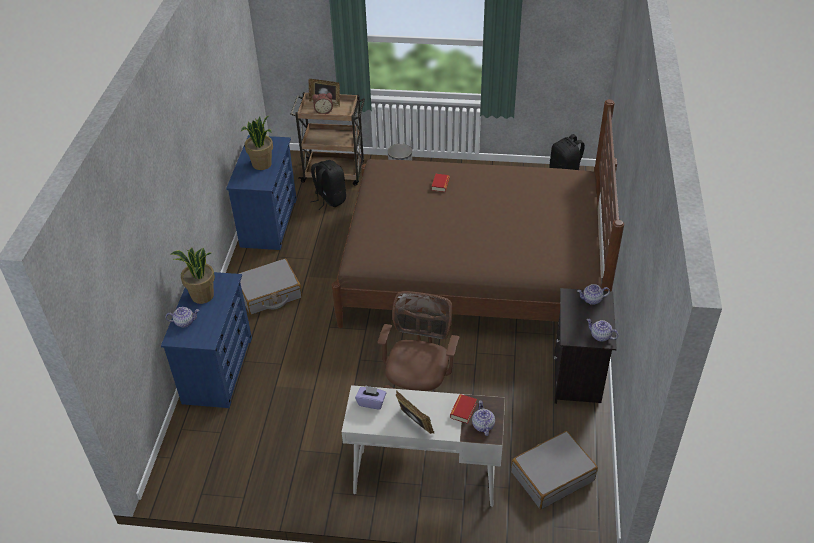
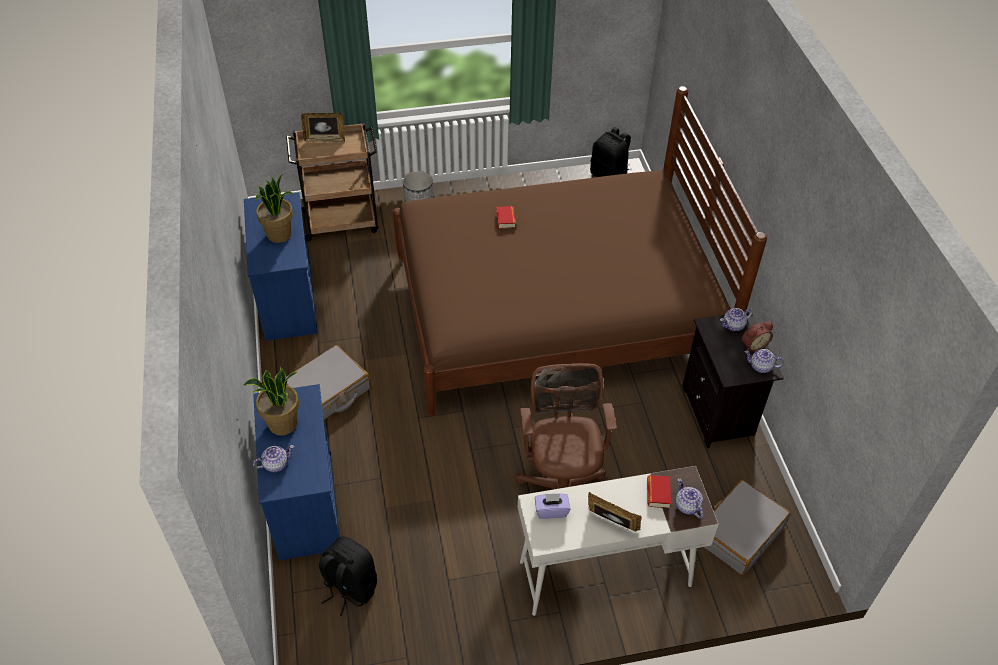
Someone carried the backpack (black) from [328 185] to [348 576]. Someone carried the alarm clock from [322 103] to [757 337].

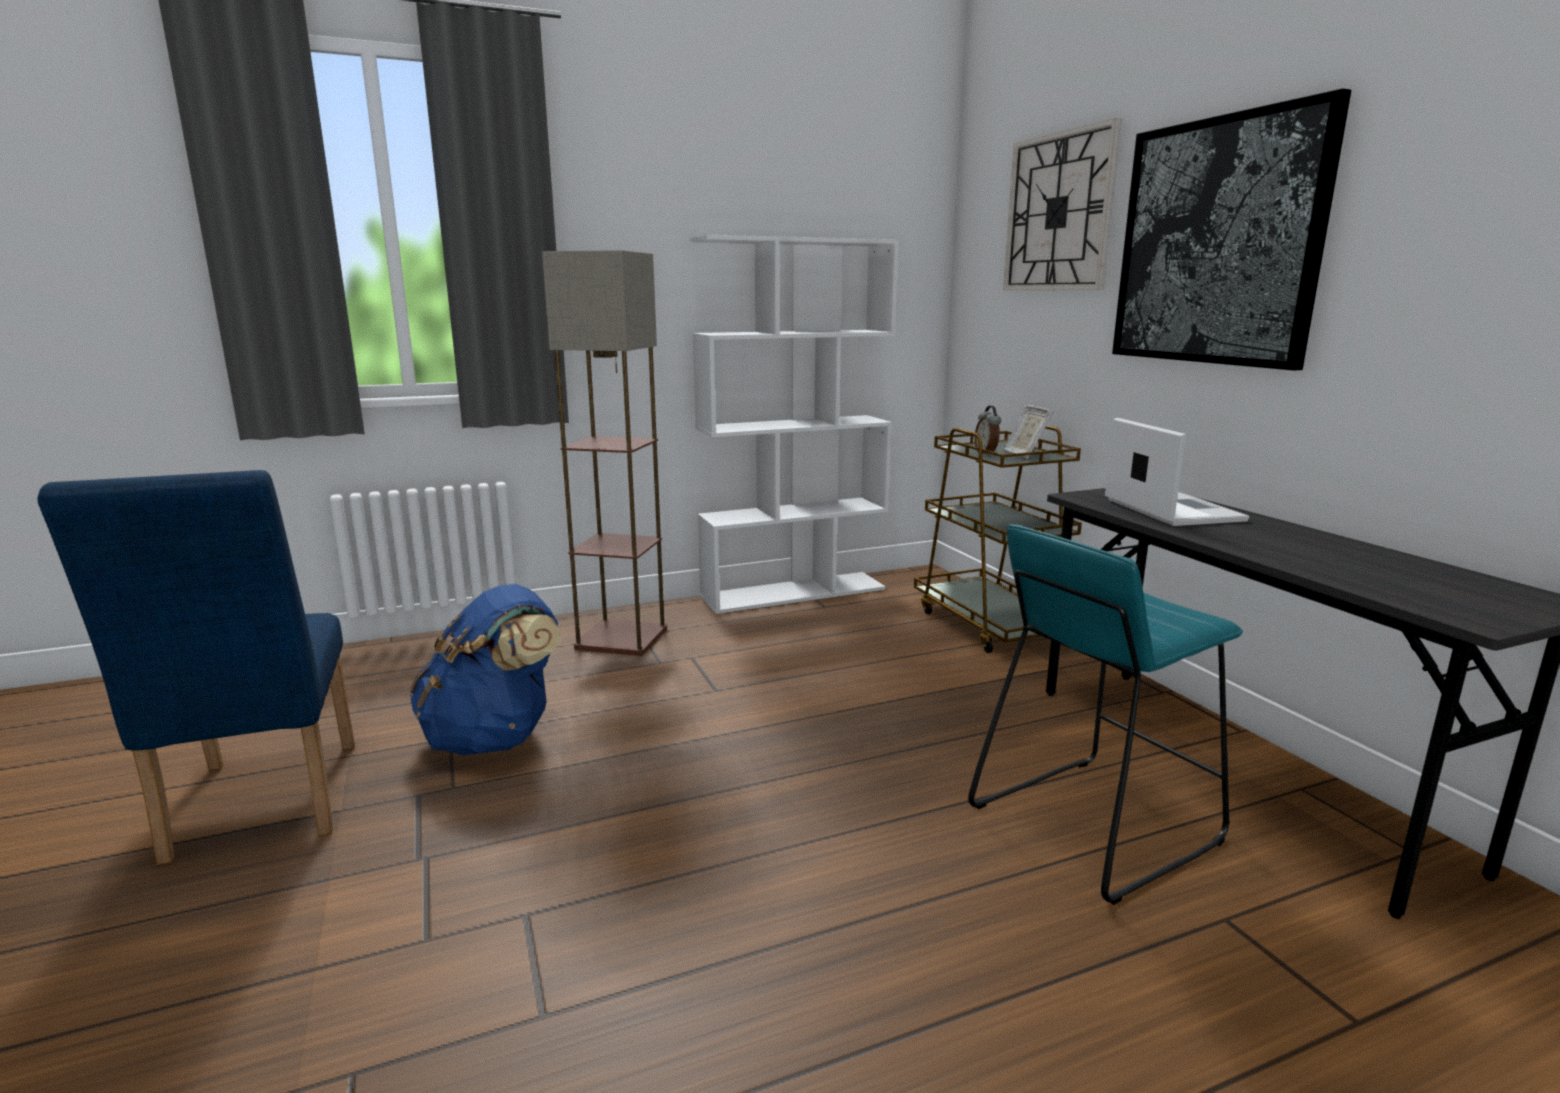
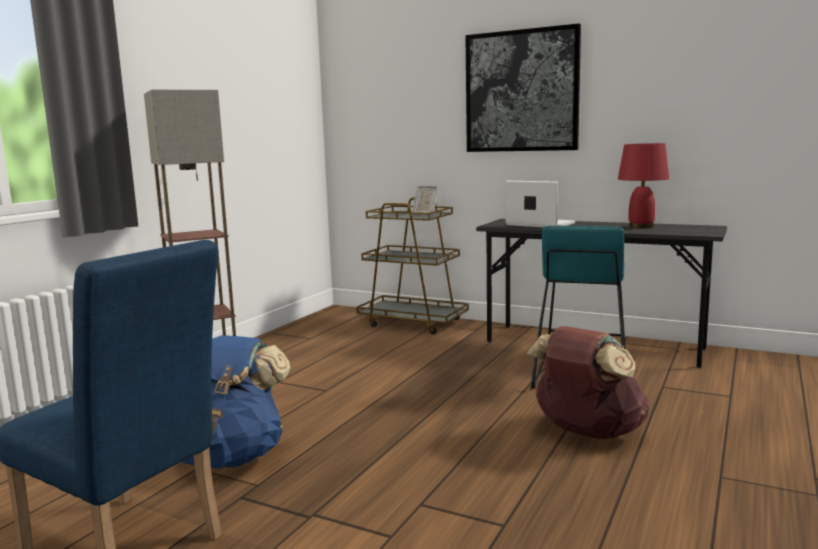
Someone put down the backpack (brown) at [587 382]. Someone put down the table lamp (red) at [643 185]. Someone took away the bookcase (white) at [794 424]. Someone took away the alarm clock at [987 431]. Someone took away the wall clock at [1062 204].

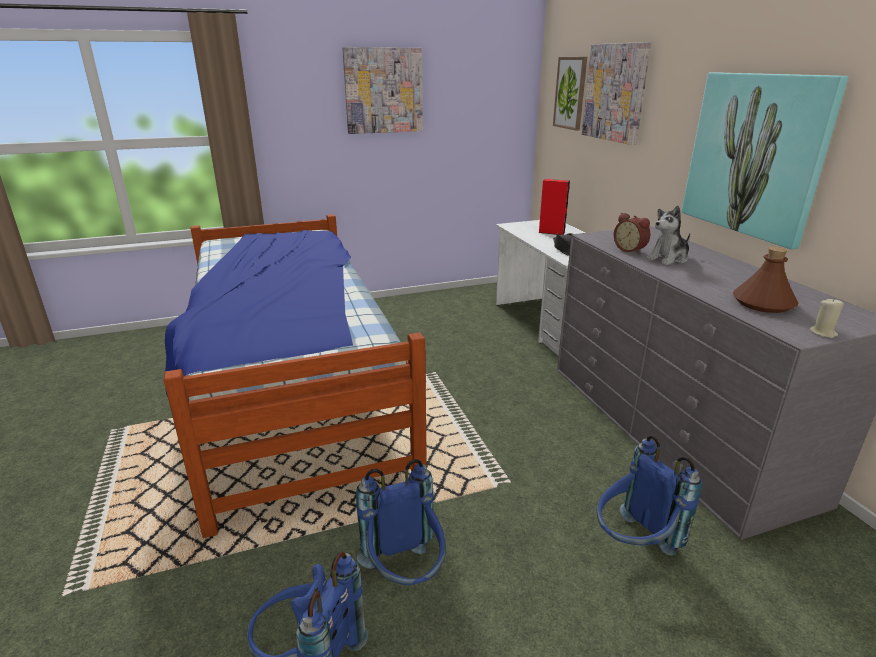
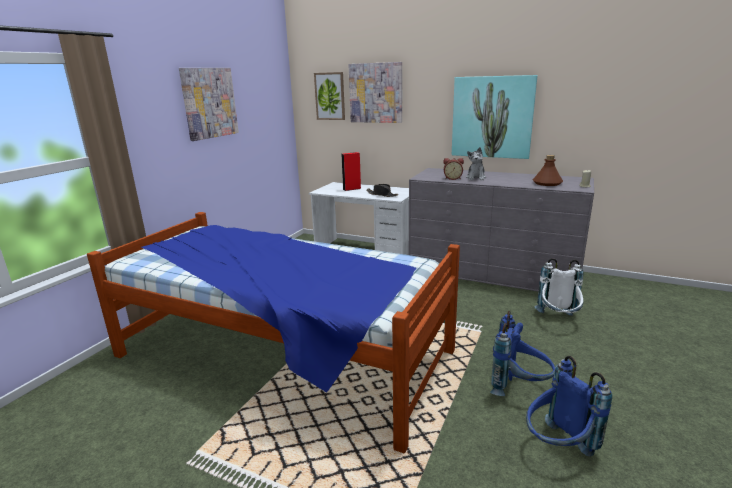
Someone repainted the backpack (blue) at [649 495], which became the backpack (white) at [559 287].

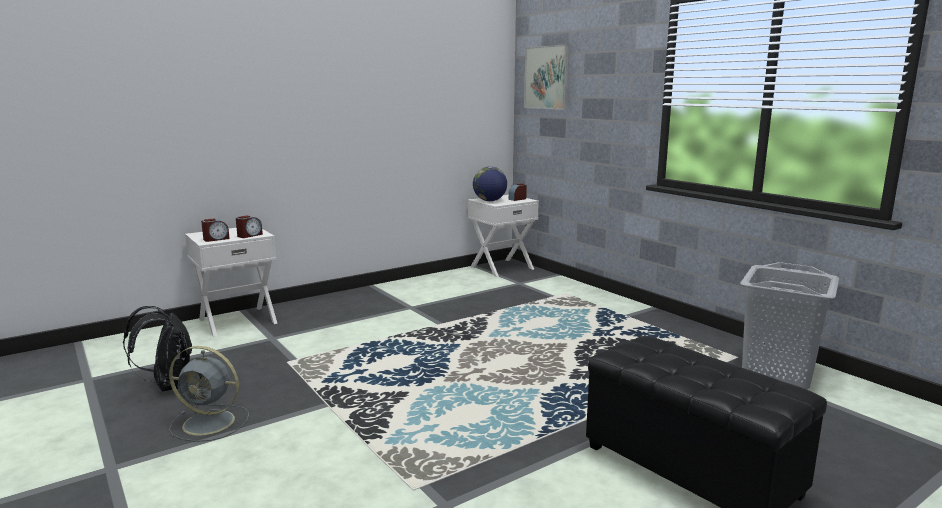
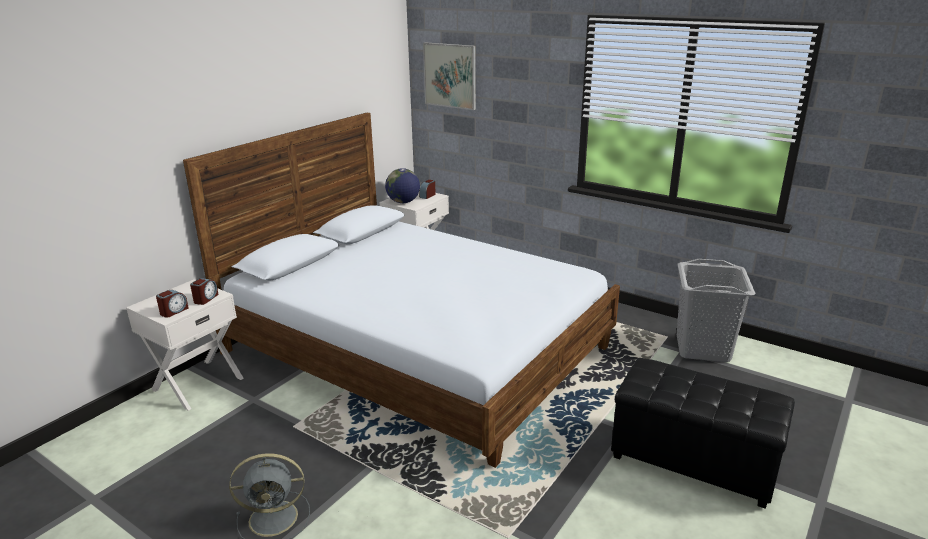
Someone put down the bed at [401 290]. Someone took away the backpack (black) at [157 348].

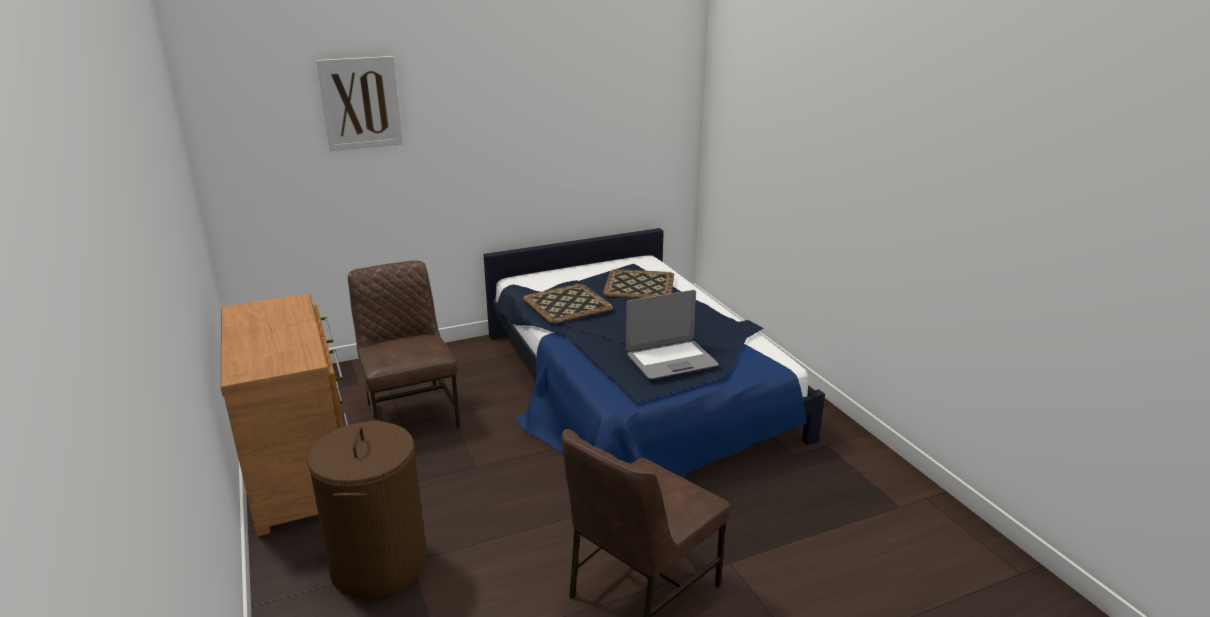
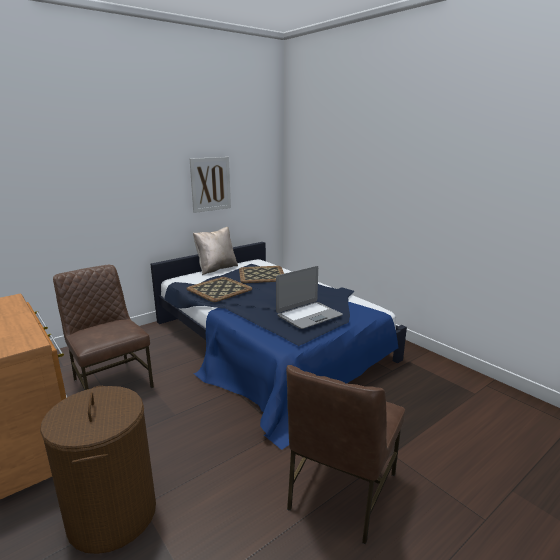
Someone carried the picture from [359 103] to [210 185]. Someone put down the pillow (beige) at [215 251].

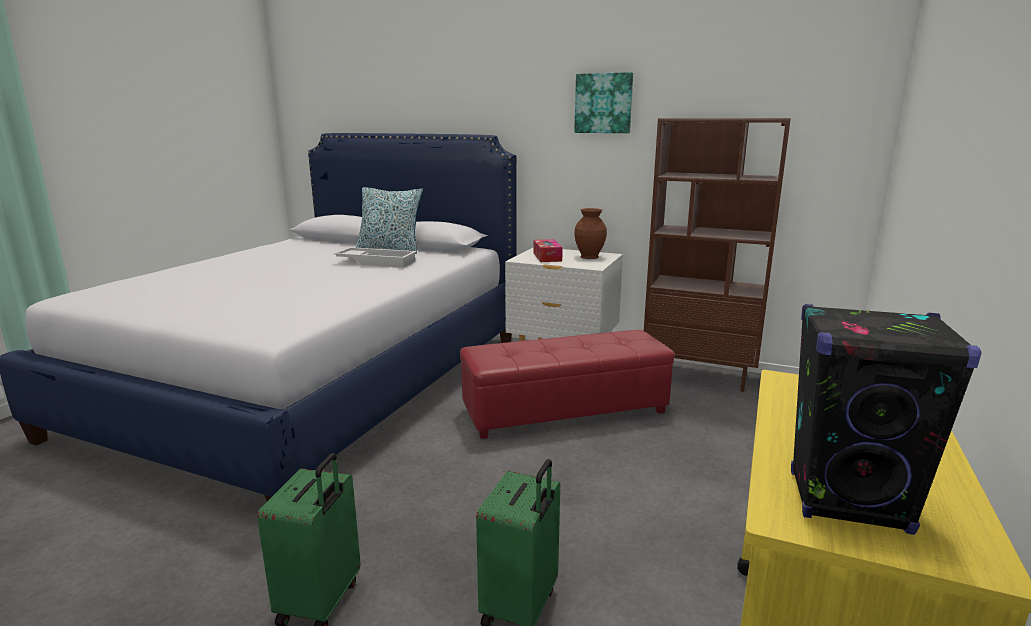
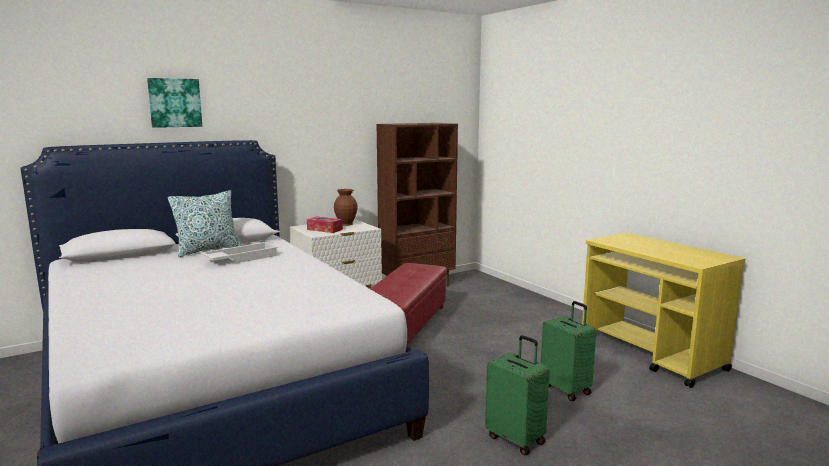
Someone carried the picture from [603 102] to [174 103]. Someone took away the speaker (black) at [886 419].

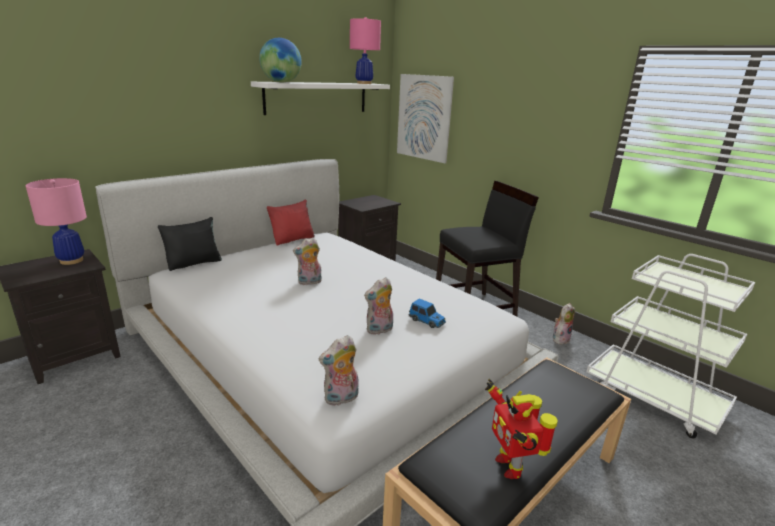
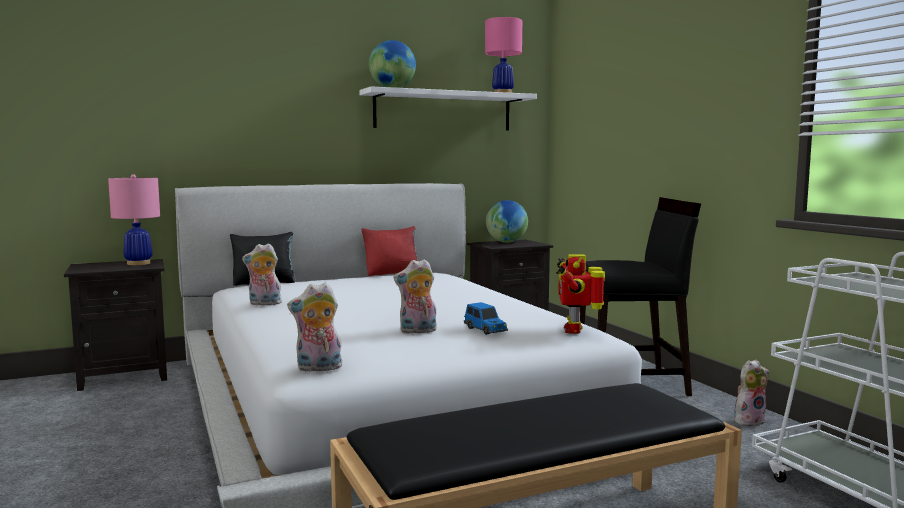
Someone carried the plush toy from [307 261] to [262 274]. Someone put down the globe at [507 221]. Someone carried the toy robot from [521 429] to [580 294]. Someone took away the picture at [425 118].

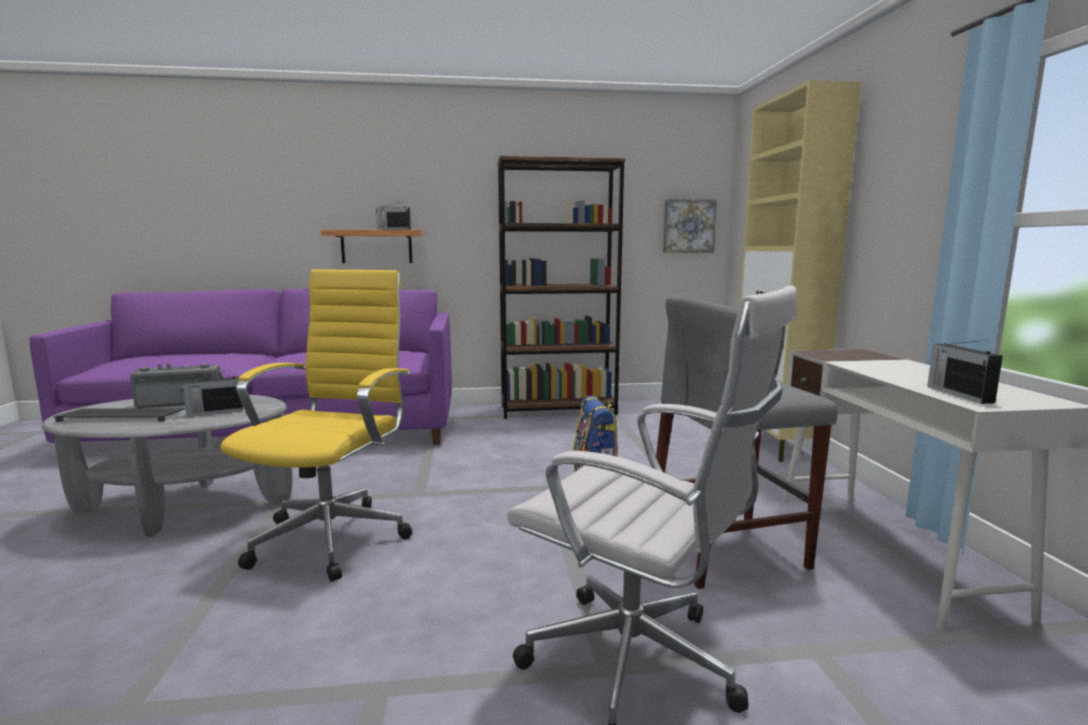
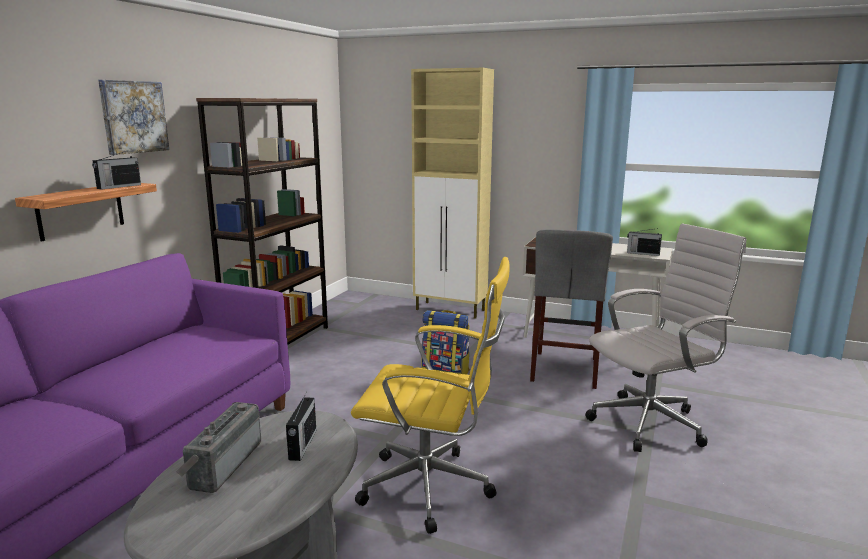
Someone carried the picture from [690 226] to [133 117]. Someone rotated the office chair (yellow) at [316 426] by 150 degrees clockwise. Someone took away the keyboard at [119 415].

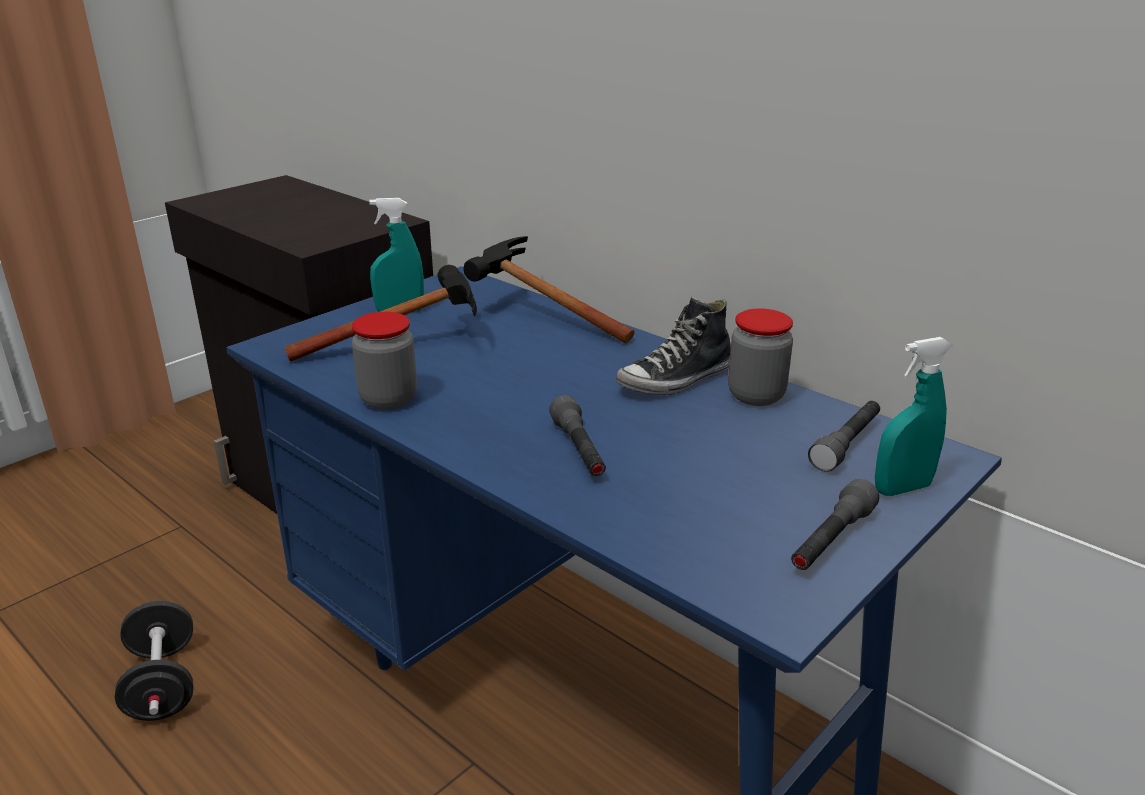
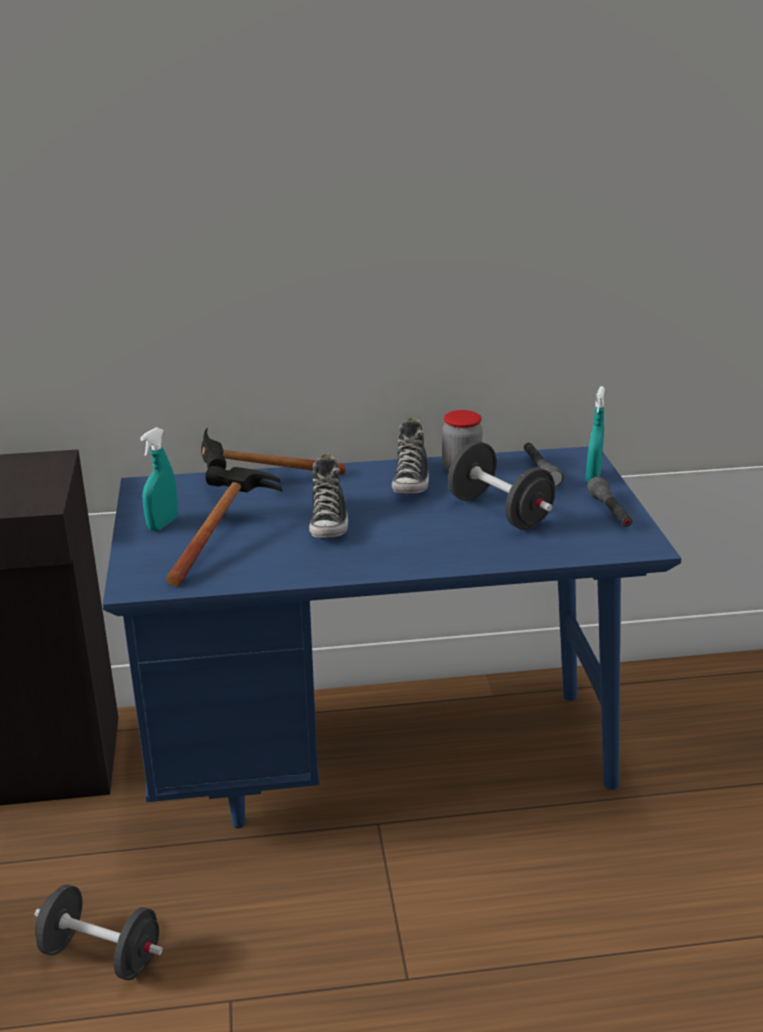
Someone put down the shoe at [328 496]. Someone put down the dumbbell (black) at [501 485]. Someone took away the jar at [384 361]. Someone took away the flashlight (grey) at [577 435].

